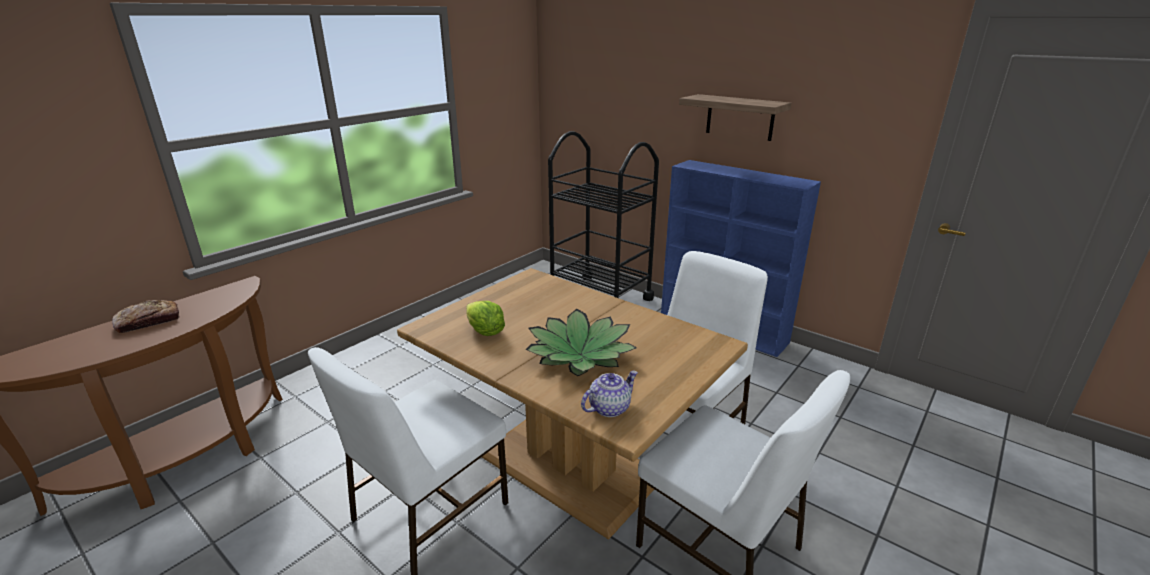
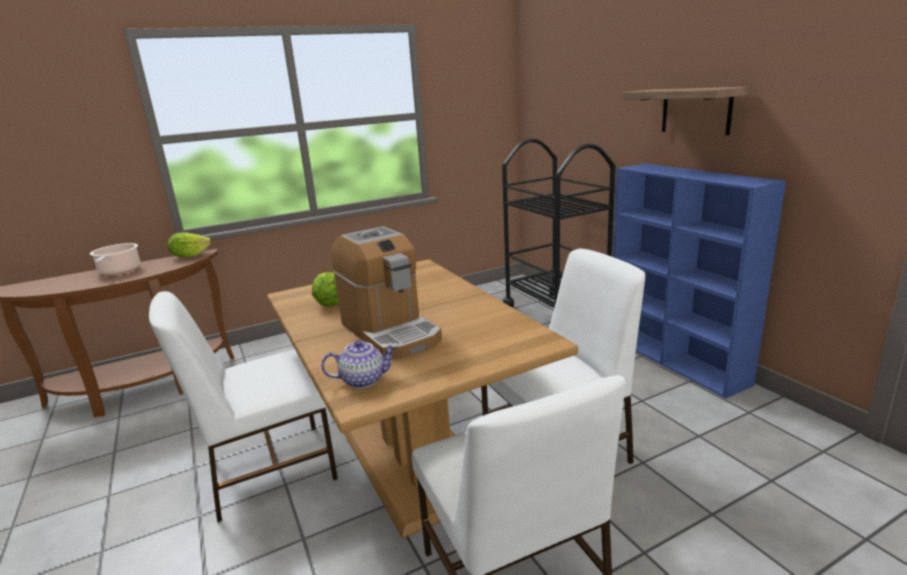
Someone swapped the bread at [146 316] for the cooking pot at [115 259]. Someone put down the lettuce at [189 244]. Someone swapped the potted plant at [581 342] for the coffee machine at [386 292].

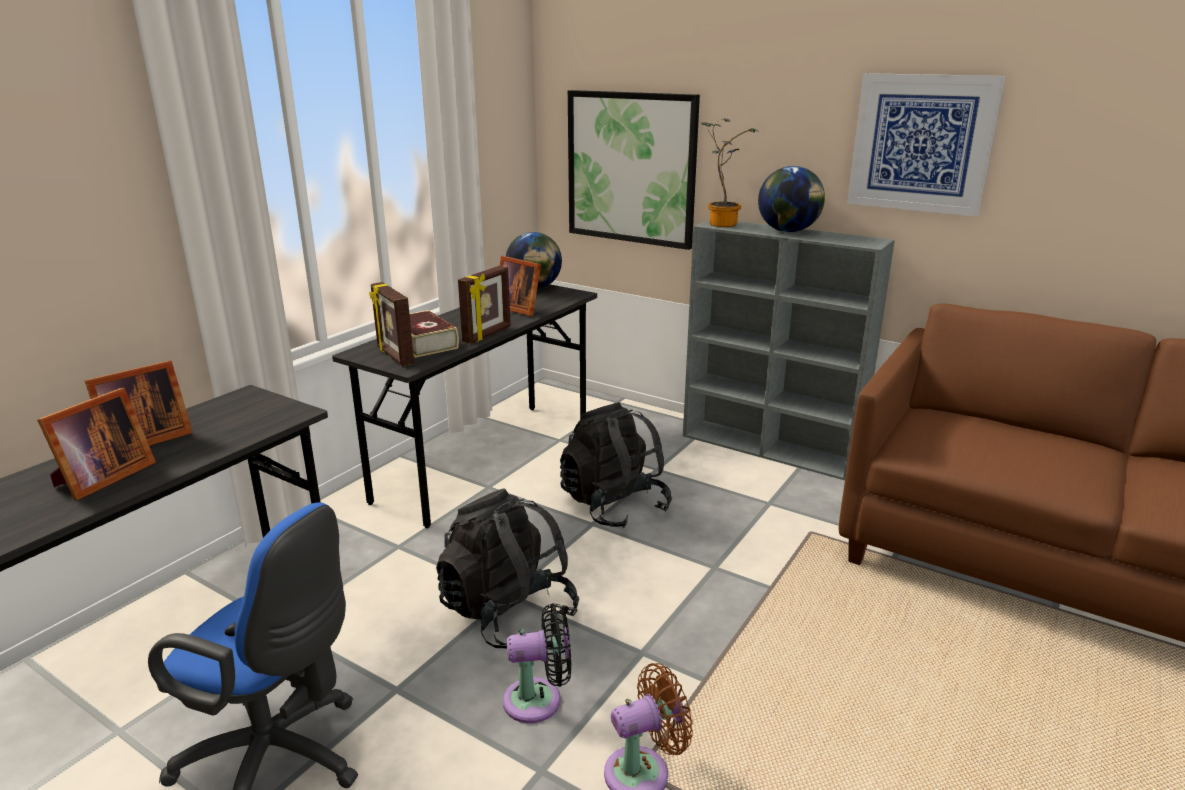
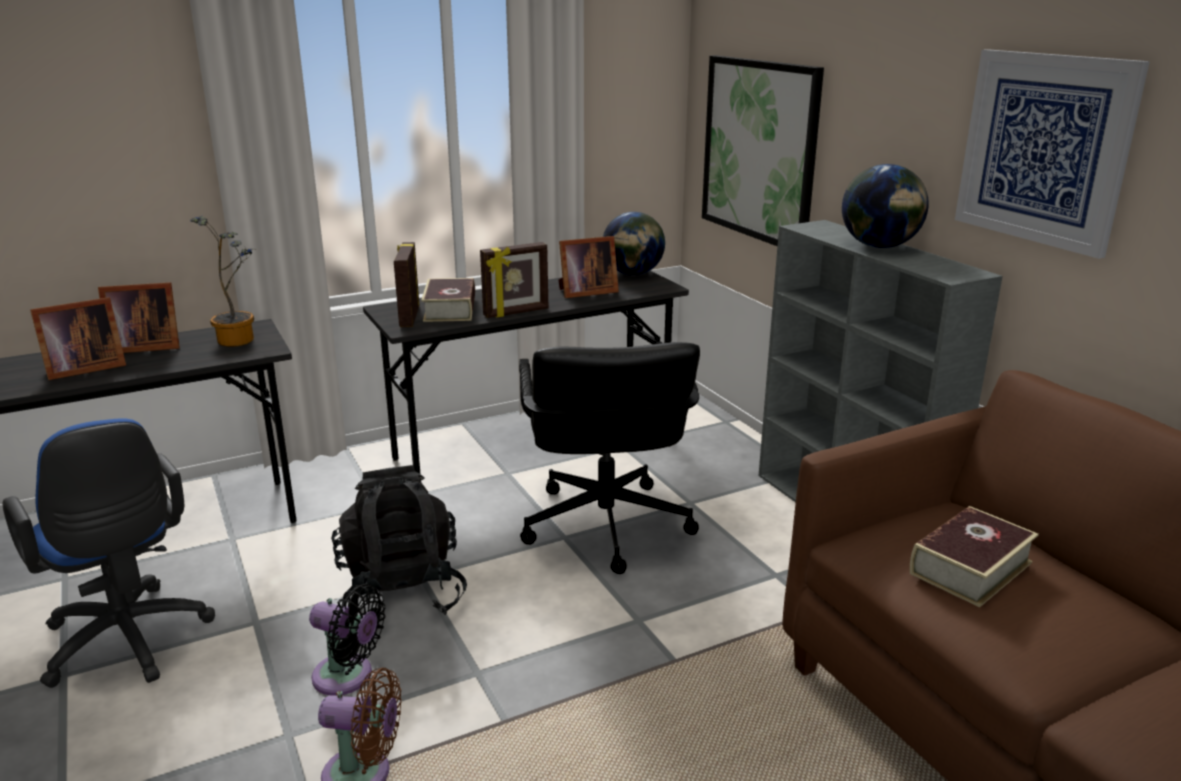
Someone carried the potted plant from [730 172] to [223 281]. Someone swapped the backpack (black) at [616 465] for the office chair (black) at [609 458]. Someone rotated the picture frame at [520 286] by 90 degrees counterclockwise. Someone put down the book at [974 556].

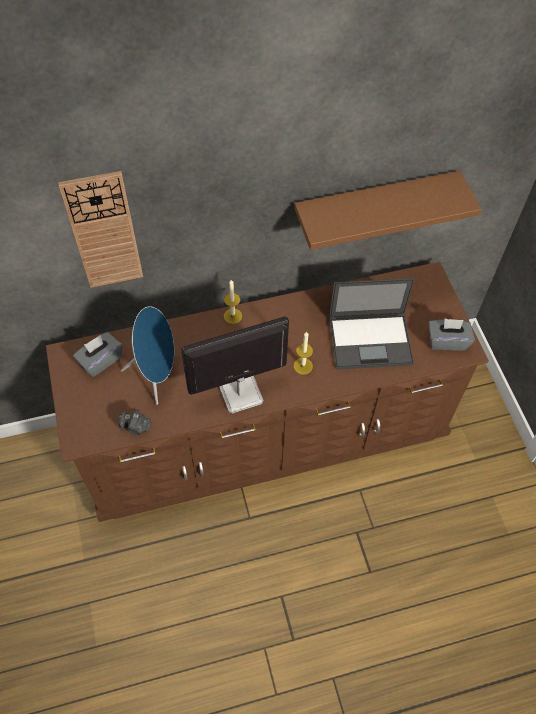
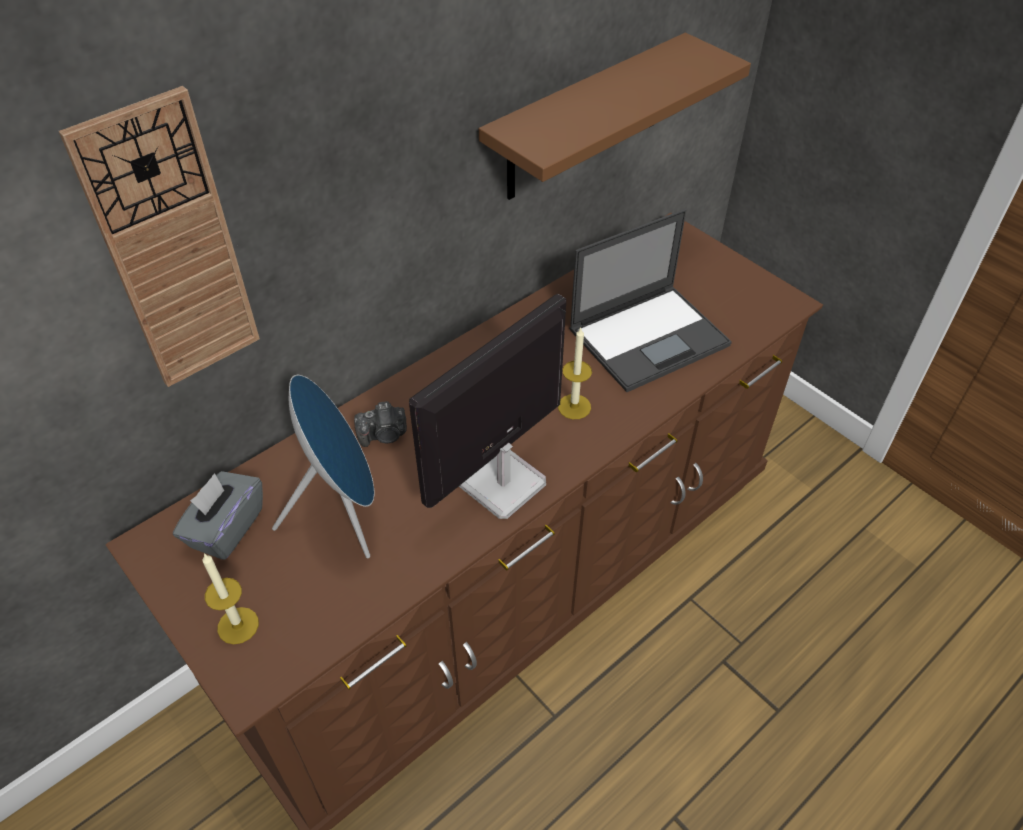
Someone carried the candle from [233 302] to [230 598]. Someone carried the photo camera from [135 423] to [380 424]. Someone took away the tissue box (grey) at [452 335].

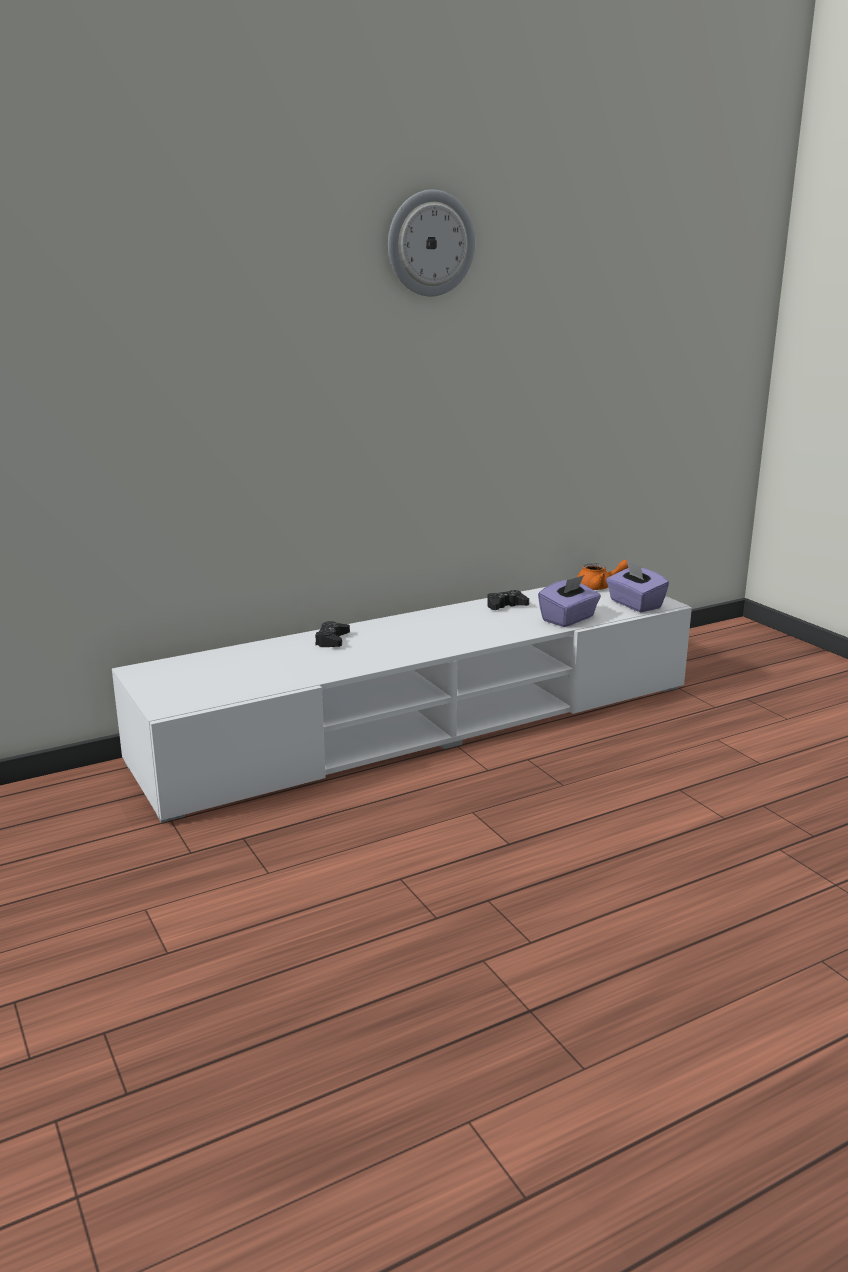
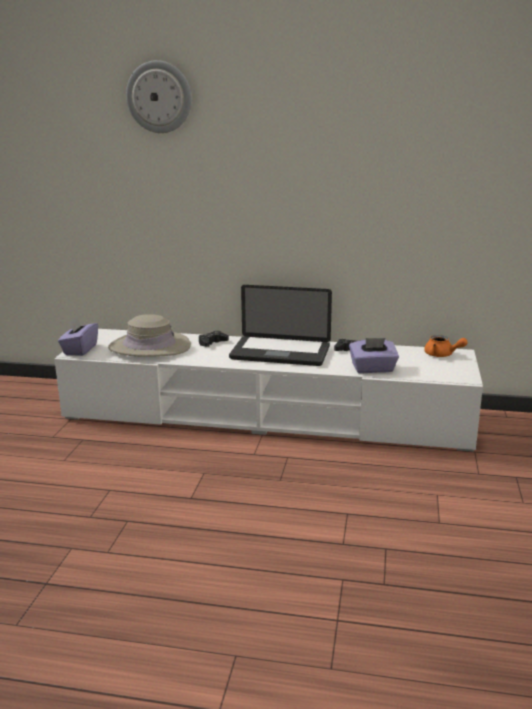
Someone carried the tissue box (purple) from [637 586] to [78 336]. Someone put down the hat (beige) at [149 335]. Someone carried the wall clock from [431 243] to [159 96]. Someone put down the laptop at [280 325].

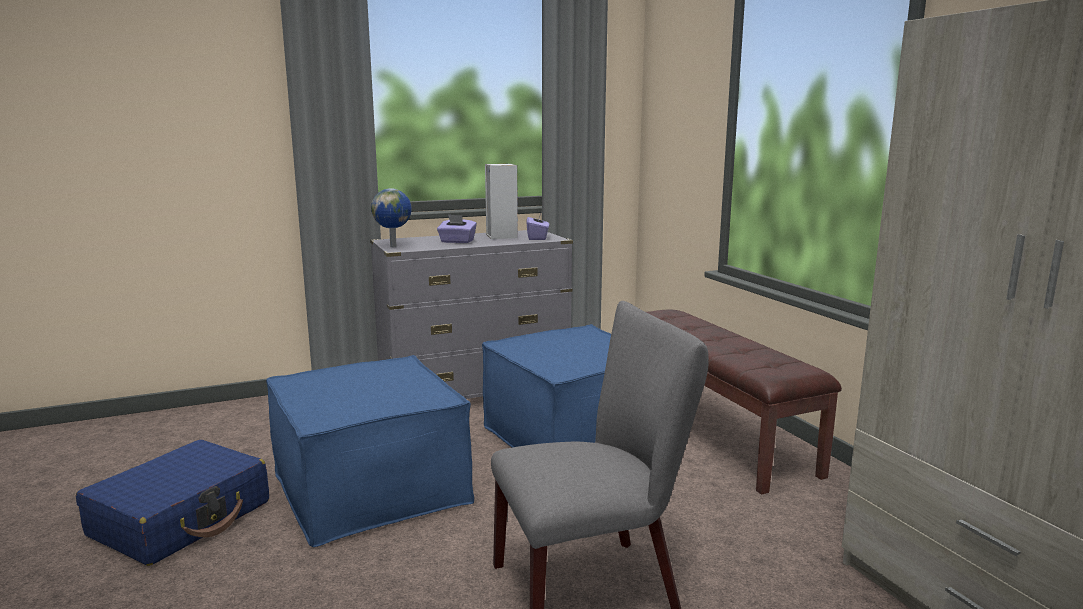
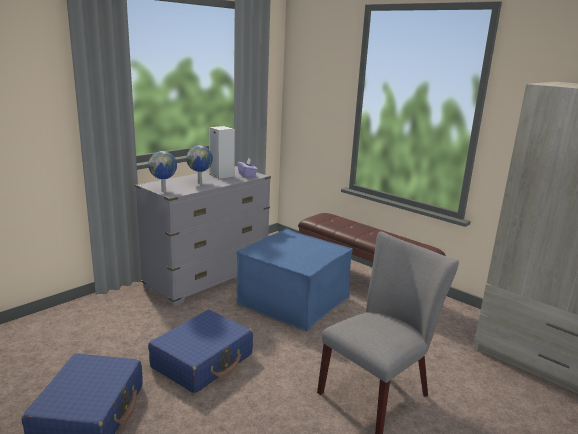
Someone swapped the ottoman (blue) at [370 451] for the suitcase (blue) at [200 351]. Someone swapped the tissue box (purple) at [457 228] for the globe at [199 165].

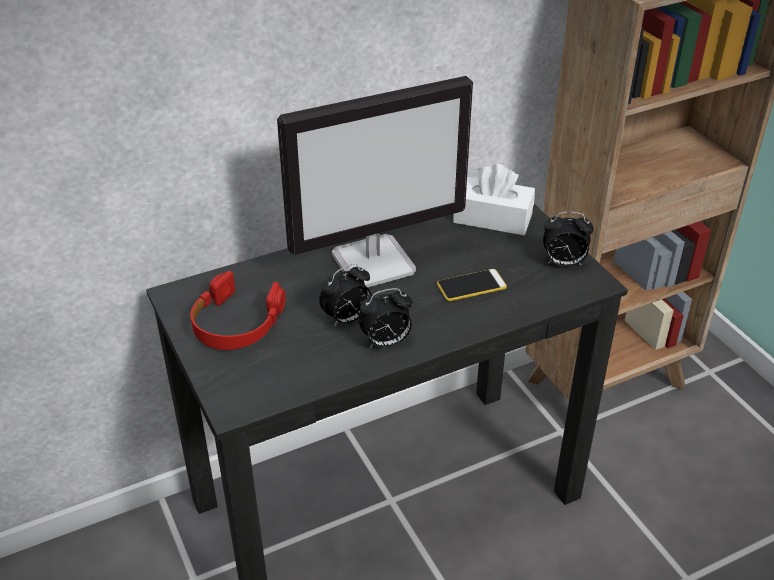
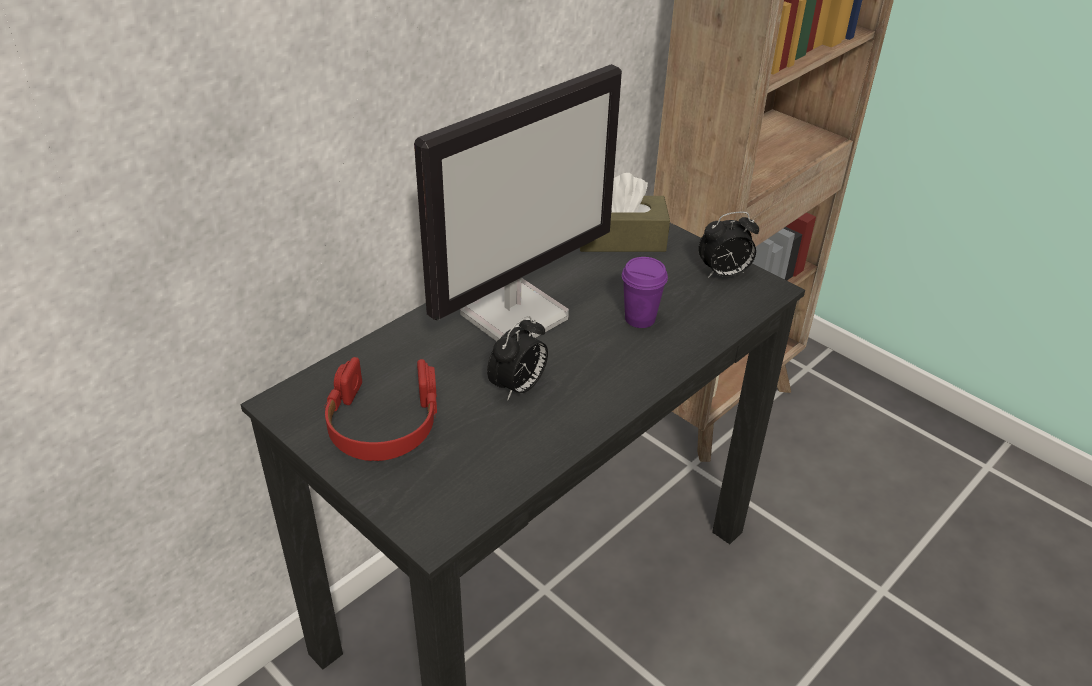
Someone repainted the tissue box (white) at [494 199], which became the tissue box (brown) at [625 212]. Someone swapped the phone at [472 285] for the cup (purple) at [645 292]. Someone took away the alarm clock at [385 318].

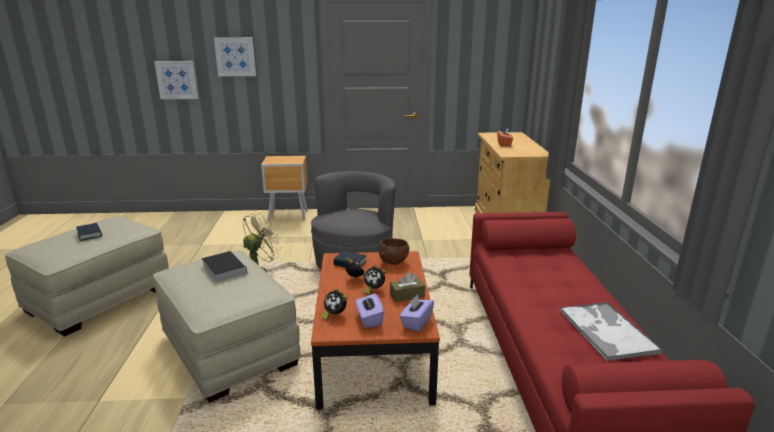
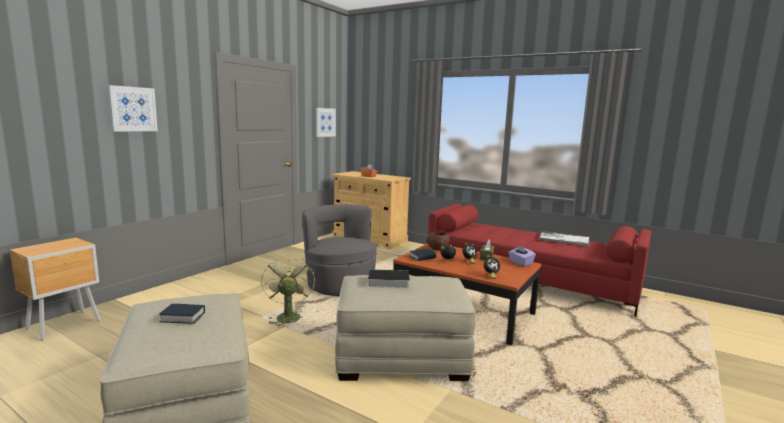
Someone carried the nightstand (brown) from [284 188] to [55 289]. Someone carried the picture from [176 80] to [326 122]. Someone took away the tissue box (purple) at [370 310].

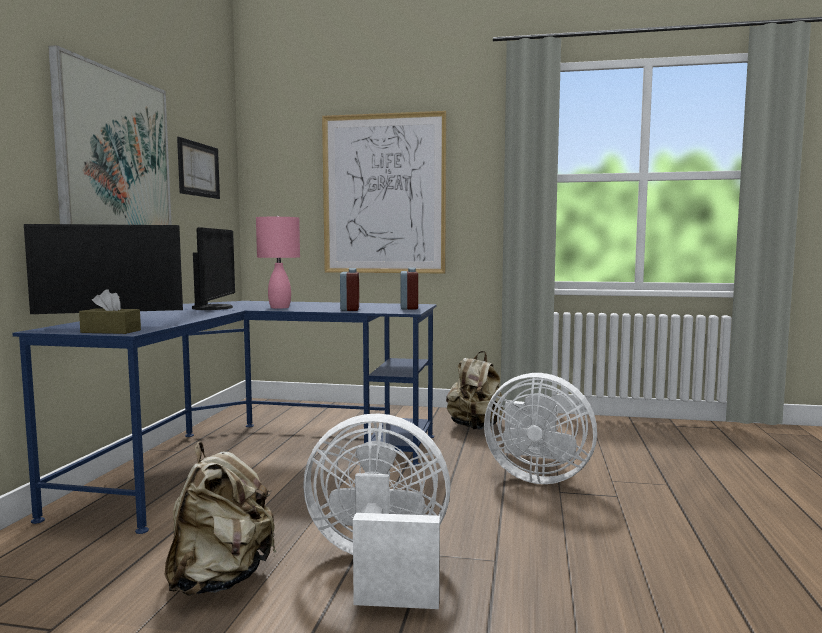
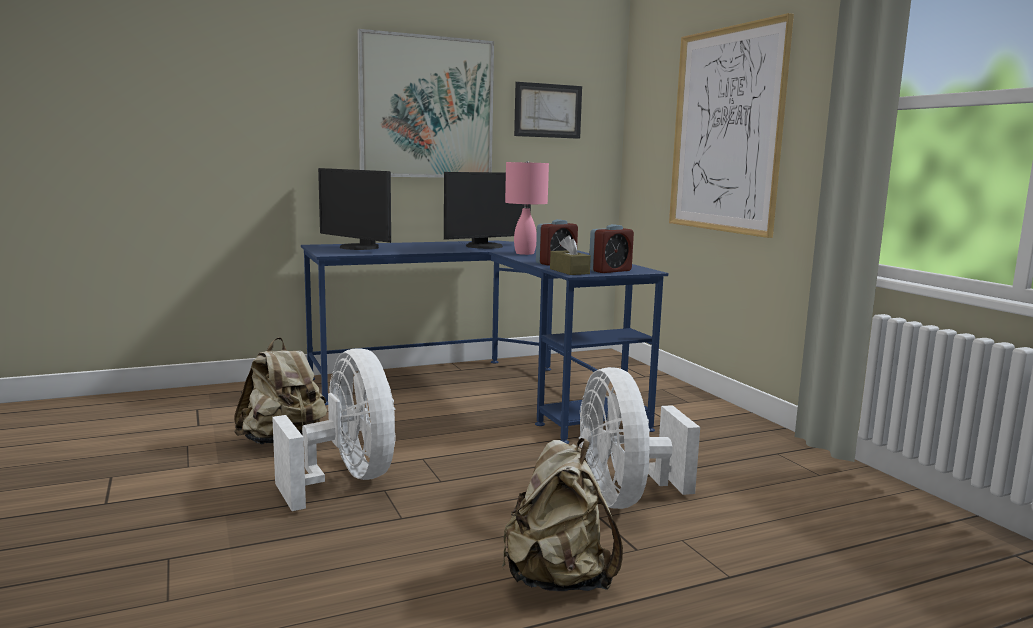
Someone carried the backpack (beige) from [475 390] to [562 514]. Someone carried the tissue box (brown) from [110 311] to [570 255].

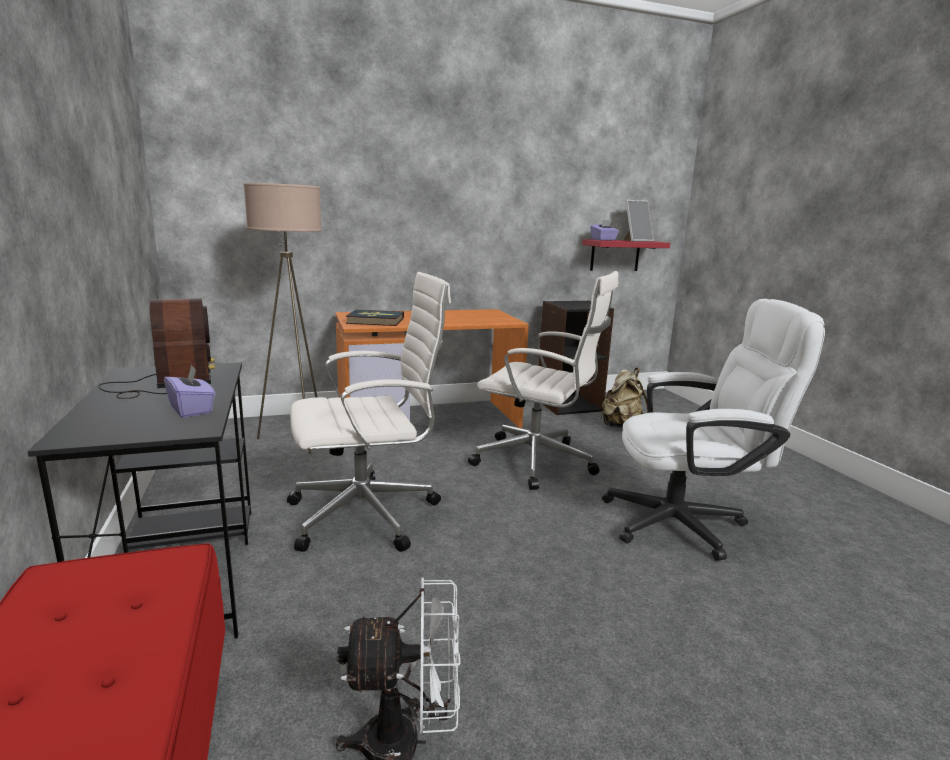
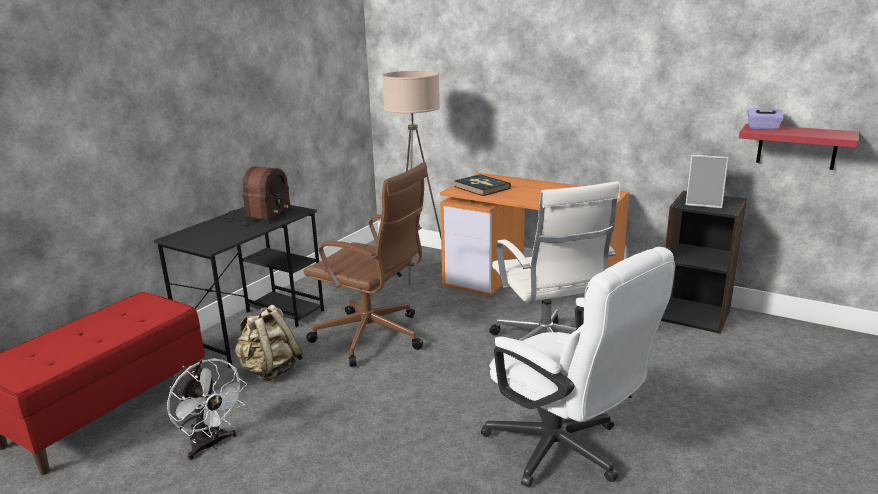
Someone carried the backpack (beige) from [624 398] to [269 343]. Someone repainted the office chair (white) at [369 412], which became the office chair (brown) at [365 264]. Someone carried the picture frame from [638 221] to [707 181]. Someone took away the tissue box (purple) at [189 391].

